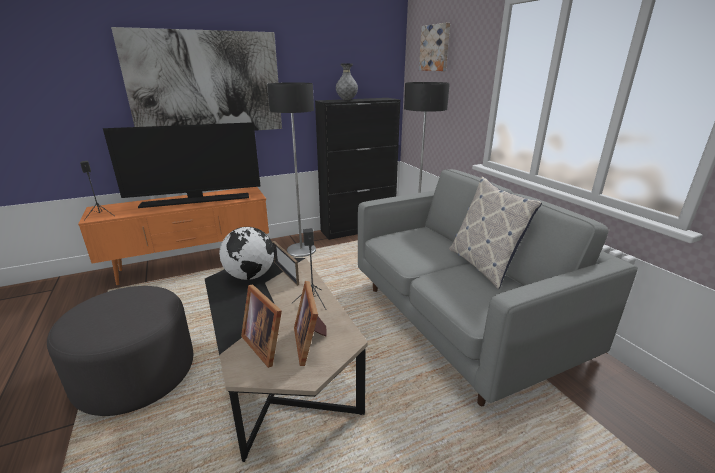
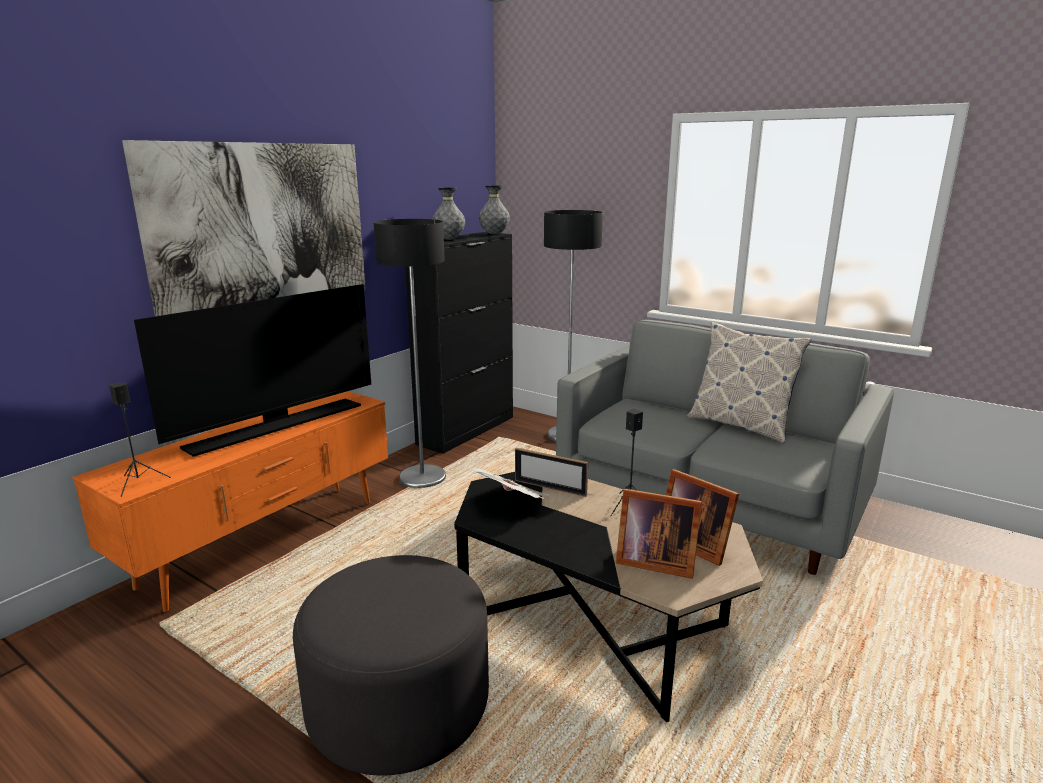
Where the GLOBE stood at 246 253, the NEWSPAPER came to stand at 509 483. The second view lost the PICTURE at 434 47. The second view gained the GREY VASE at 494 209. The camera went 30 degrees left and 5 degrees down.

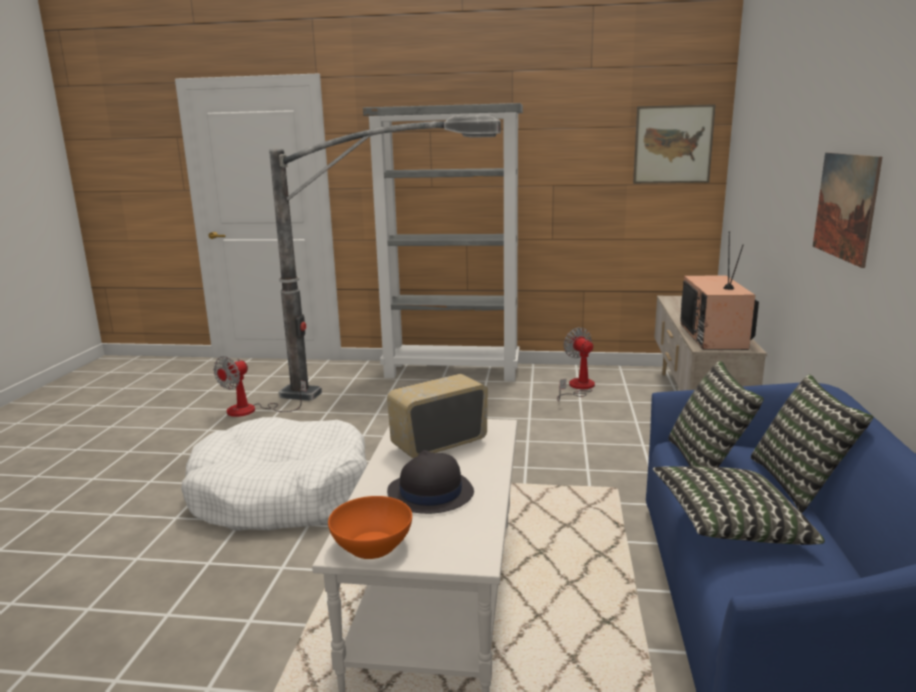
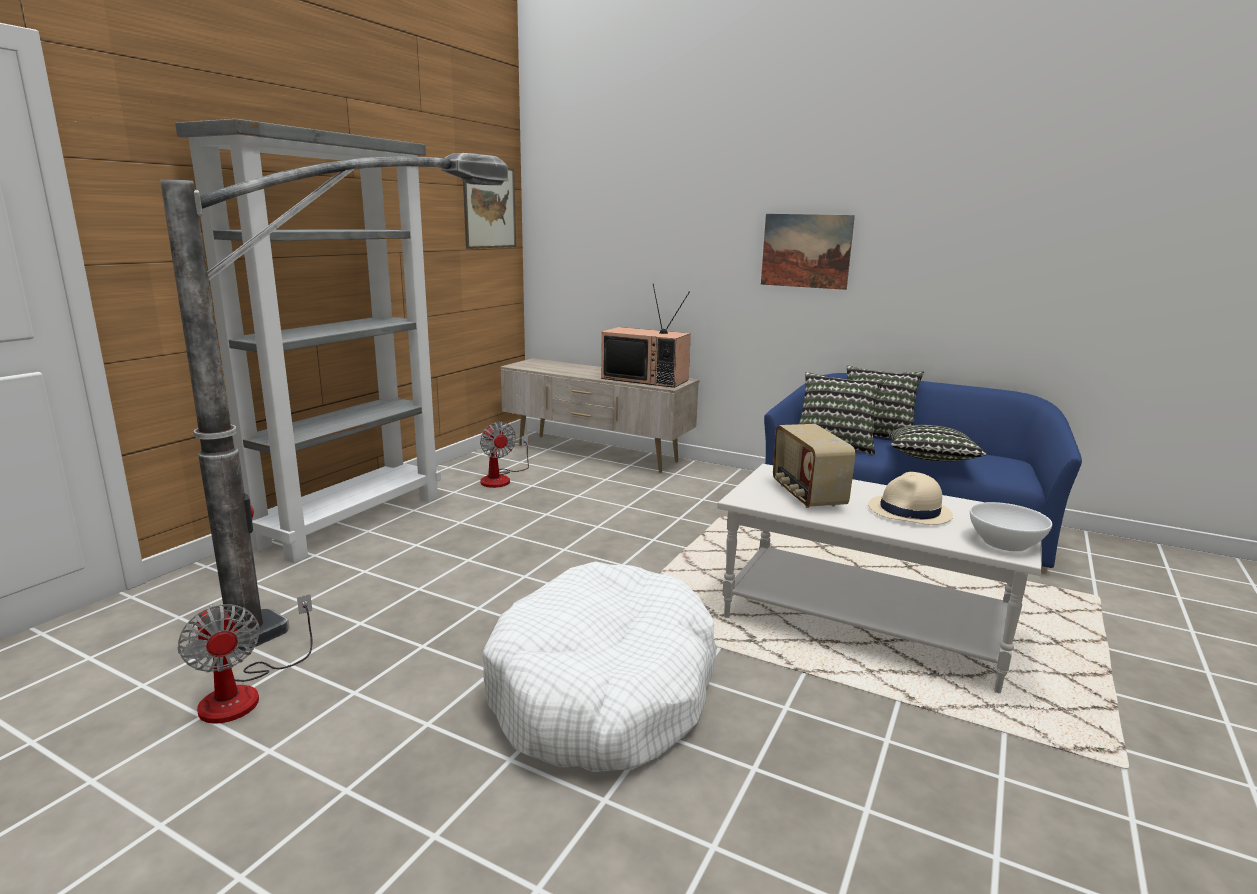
What was the ORANGE BOWL at 370 527 turned into the WHITE BOWL at 1011 526. What was the BLACK HAT at 430 482 turned into the BEIGE HAT at 910 498. The FAN at 576 364 ended up facing another way, 120 degrees counterclockwise from before. The camera went 70 degrees left and 0 degrees up.

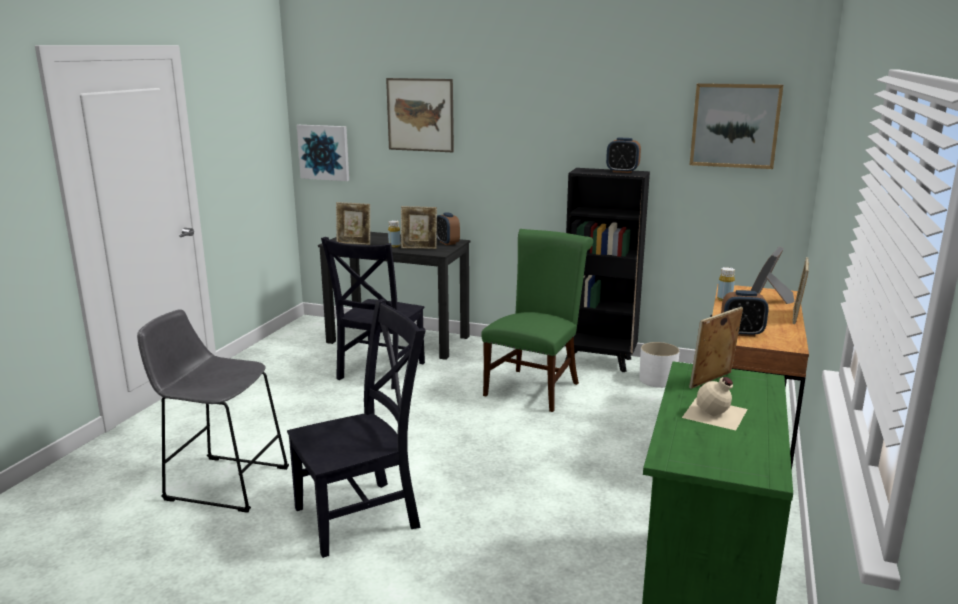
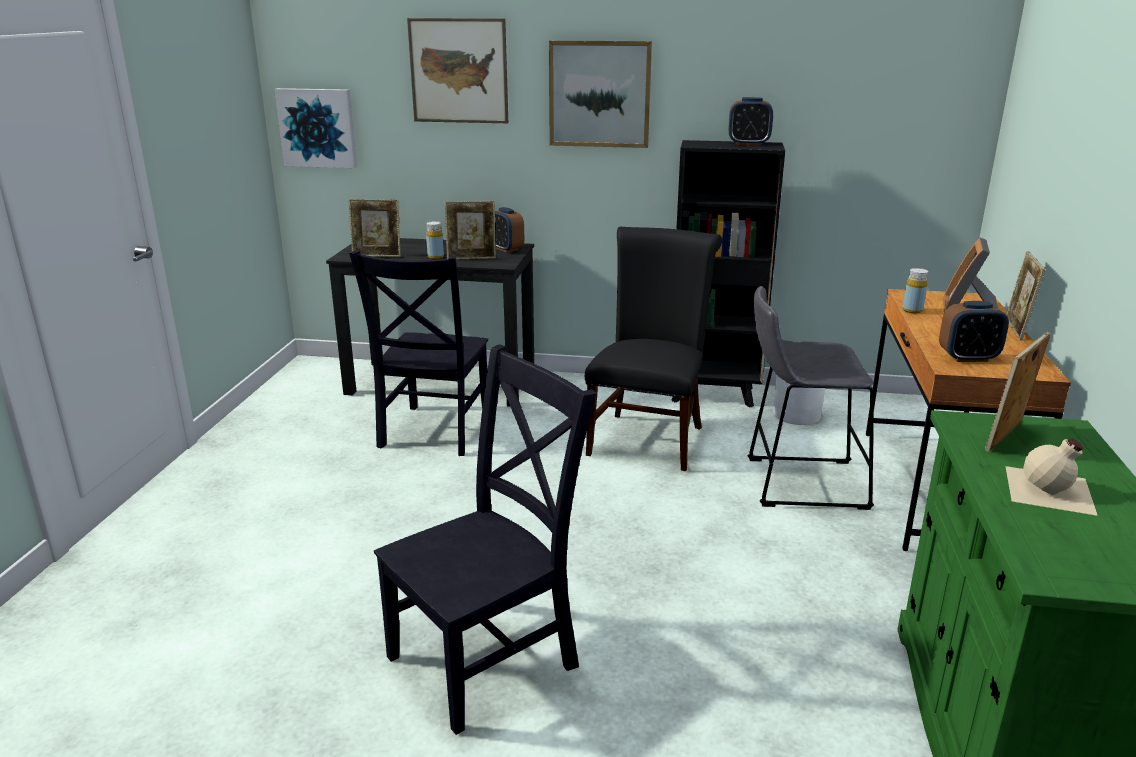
The GREY STOOL ended up elsewhere, having gone from 213 411 to 810 398. What was the GREEN CHAIR at 537 320 turned into the BLACK CHAIR at 653 349. The PICTURE ended up elsewhere, having gone from 736 126 to 600 94. The camera went 10 degrees left and 5 degrees up.

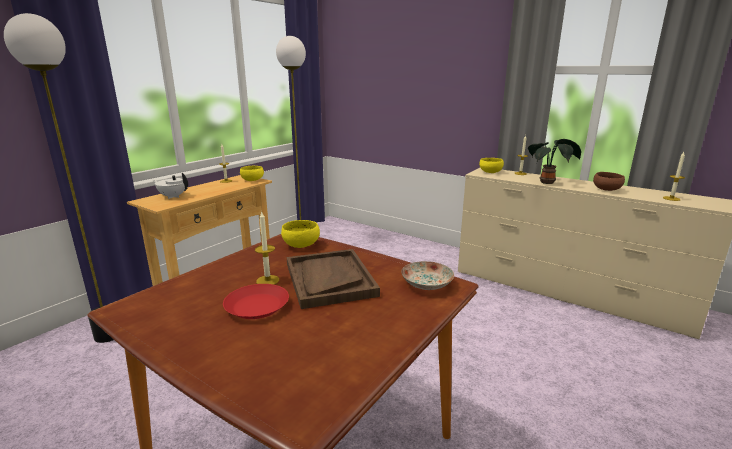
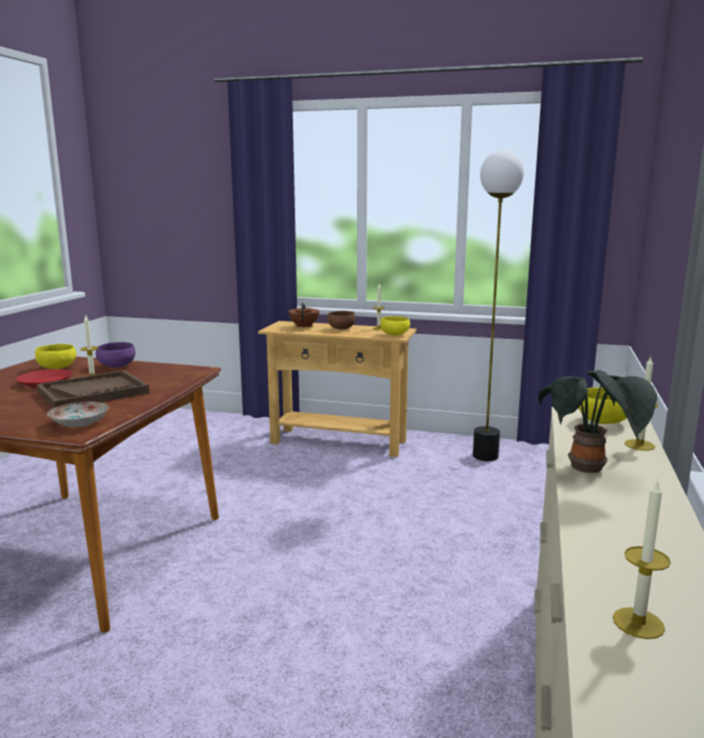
The second view lost the FLOOR LAMP at 59 178. What was the WHITE TEAPOT at 170 186 turned into the BROWN TEAPOT at 304 315. The YELLOW BOWL ended up elsewhere, having gone from 300 234 to 55 356. The BROWN BOWL ended up elsewhere, having gone from 609 181 to 341 320. The second view gained the PURPLE BOWL at 115 355. The camera went 70 degrees right and 5 degrees down.

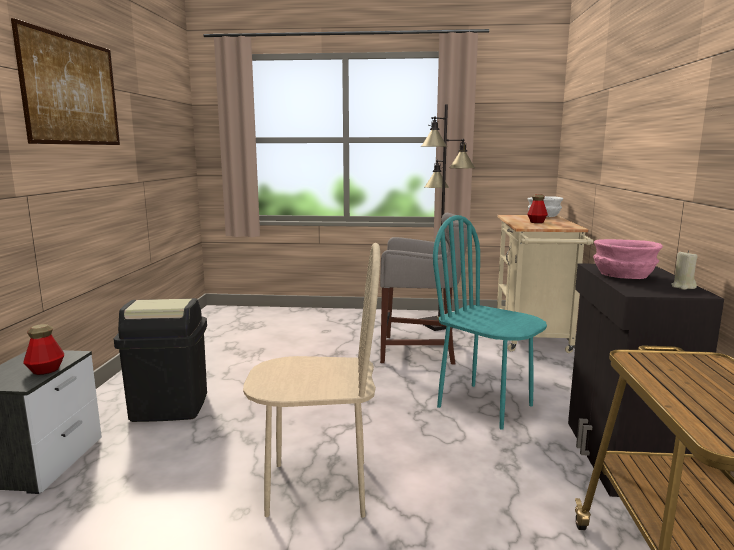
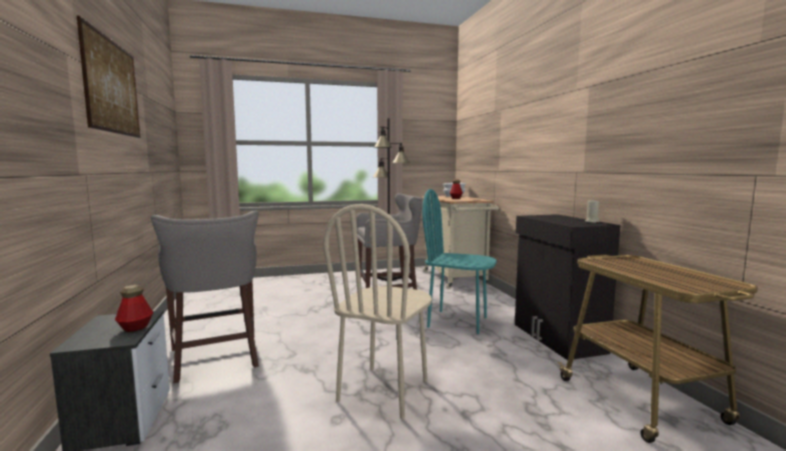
Where the BLACK TRASH CAN stood at 160 360, the GREY STOOL came to stand at 205 297. The BEIGE CHAIR at 311 380 ended up facing another way, 135 degrees clockwise from before. The second view lost the PINK BOWL at 628 259. The camera went 20 degrees left and 5 degrees down.

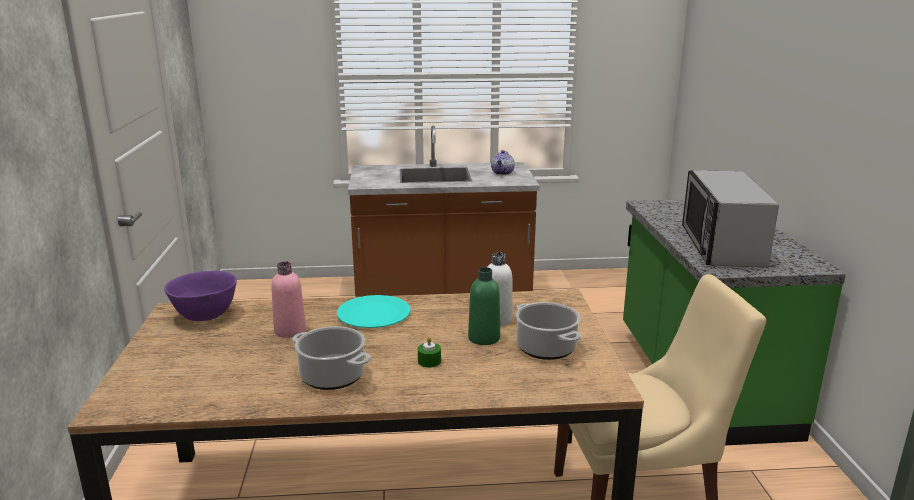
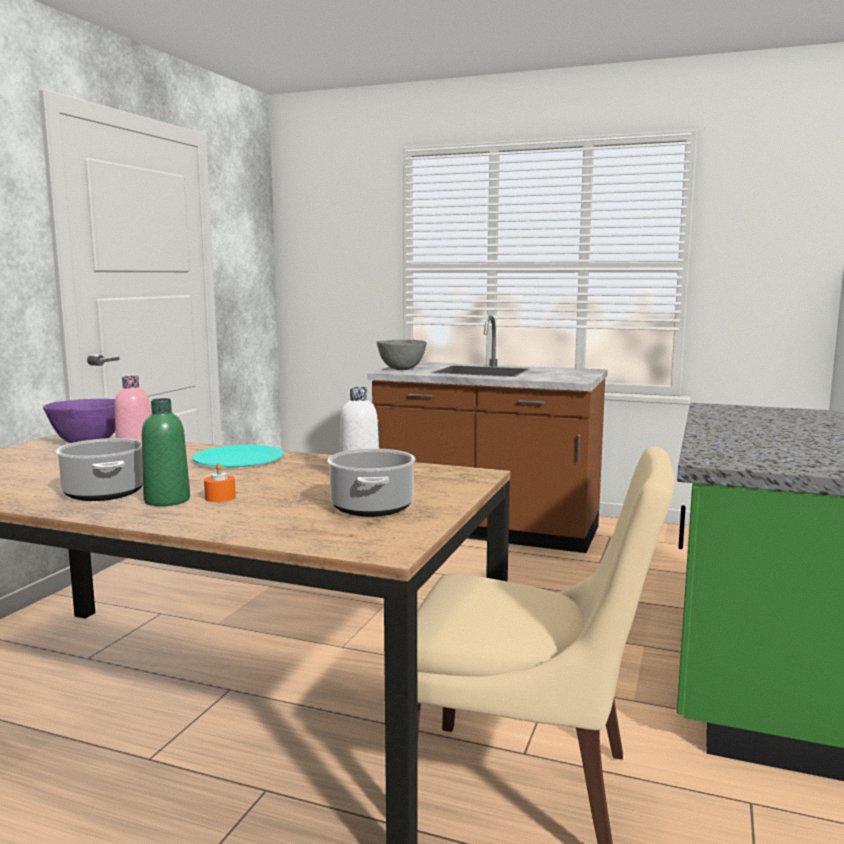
What was the GREEN CANDLE at 429 352 turned into the ORANGE CANDLE at 220 482. The GREEN BOTTLE ended up elsewhere, having gone from 484 306 to 166 452. The second view lost the TEAPOT at 503 162. The second view lost the MICROWAVE at 730 219. The second view gained the GREY BOWL at 401 355. The camera went 25 degrees right and 10 degrees down.

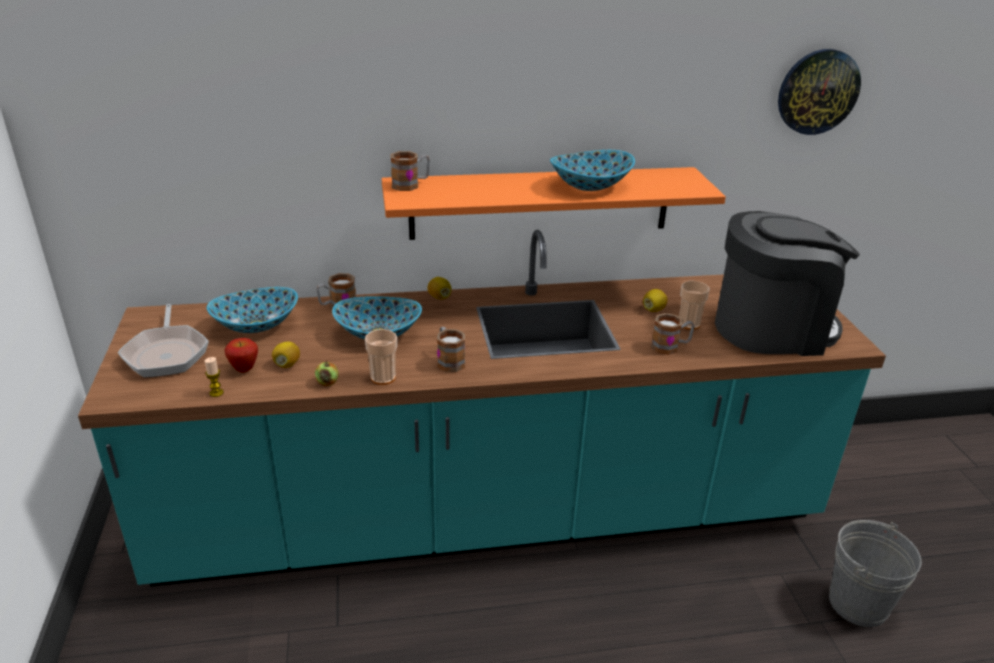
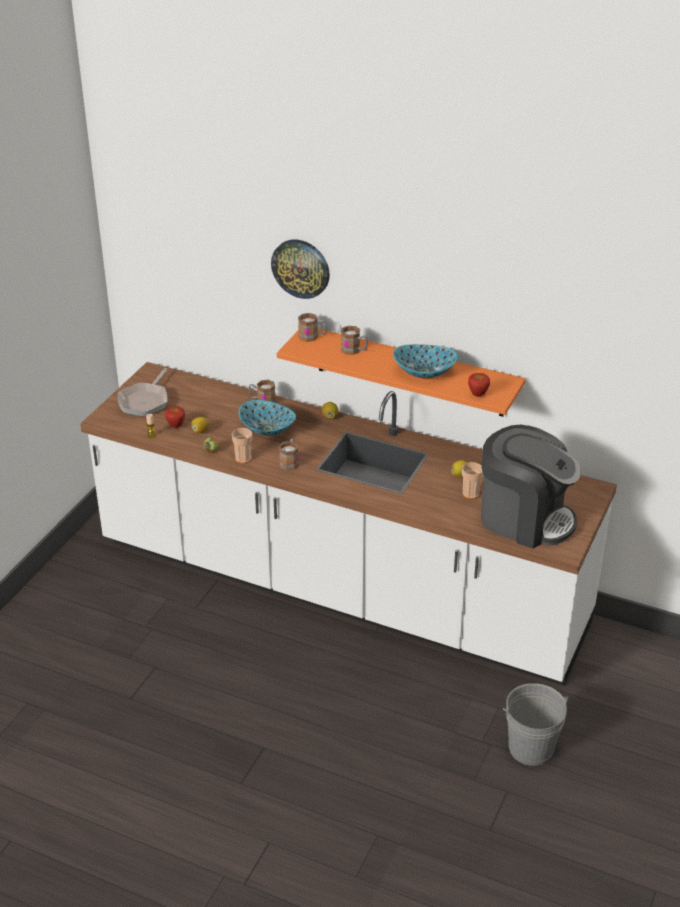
What was the TURQUOISE COUNTER at 482 408 turned into the WHITE COUNTER at 348 523. The second view lost the BOWL at 252 310. The MUG ended up elsewhere, having gone from 672 334 to 354 340. The WALL CLOCK ended up elsewhere, having gone from 819 92 to 300 269. The second view gained the APPLE at 479 385. The camera went 35 degrees right and 5 degrees up.

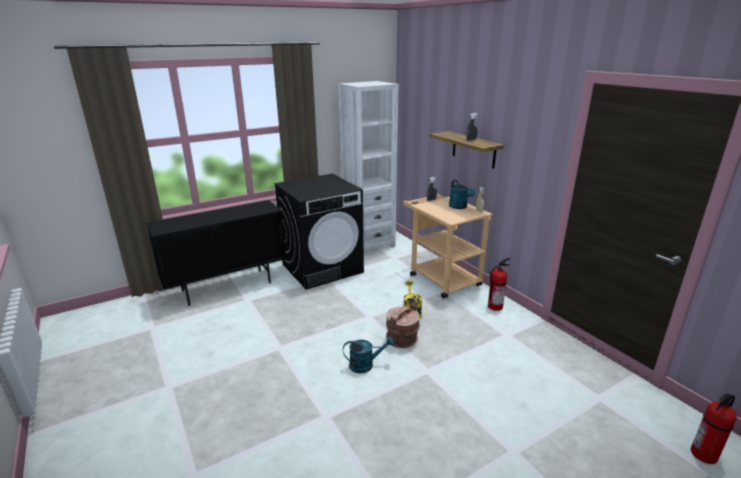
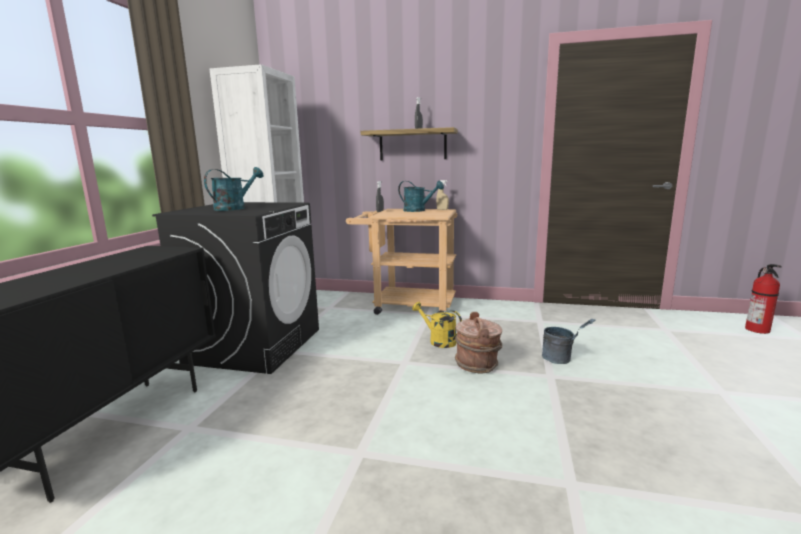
The TURQUOISE WATERING CAN ended up elsewhere, having gone from 368 354 to 234 189. The second view lost the FIRE EXTINGUISHER at 499 284. The second view gained the GREY BUCKET at 569 341. The camera went 45 degrees left and 10 degrees down.

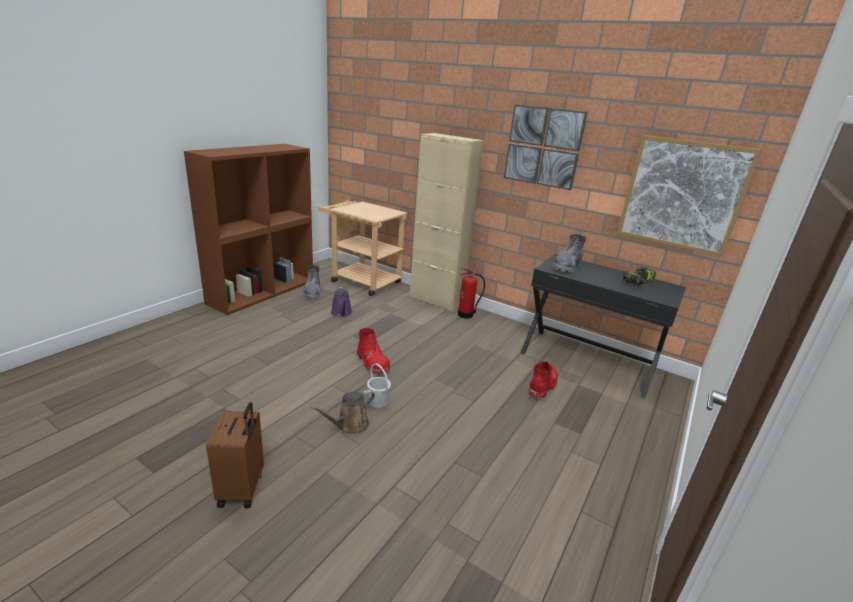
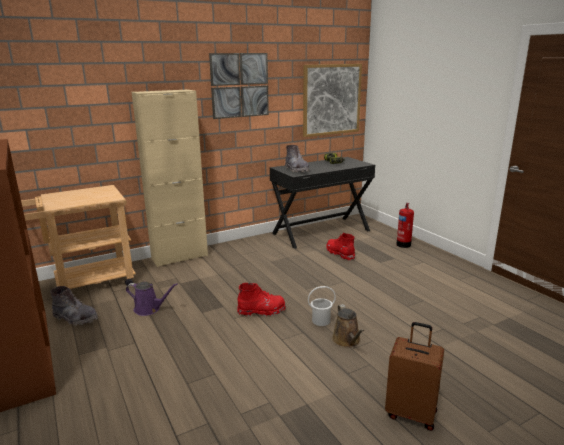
The FIRE EXTINGUISHER ended up elsewhere, having gone from 471 293 to 405 225. The camera went 60 degrees left and 5 degrees down.

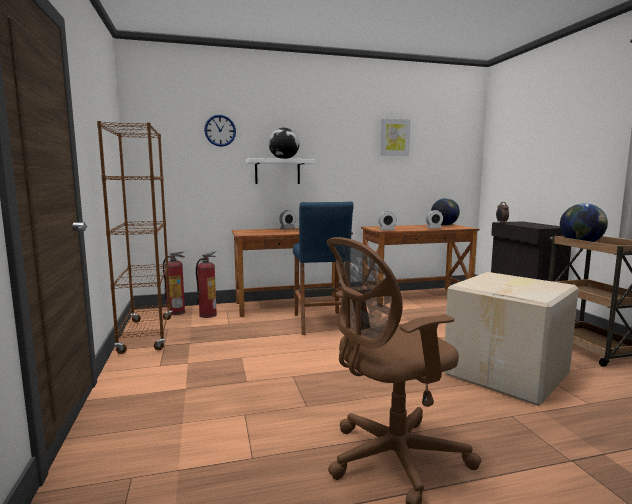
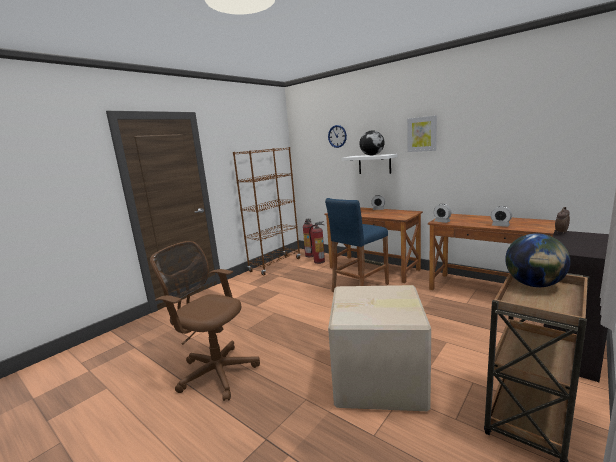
The PICTURE ended up elsewhere, having gone from 395 137 to 422 133. The second view lost the GLOBE at 445 212. The camera went 55 degrees right and 5 degrees up.

